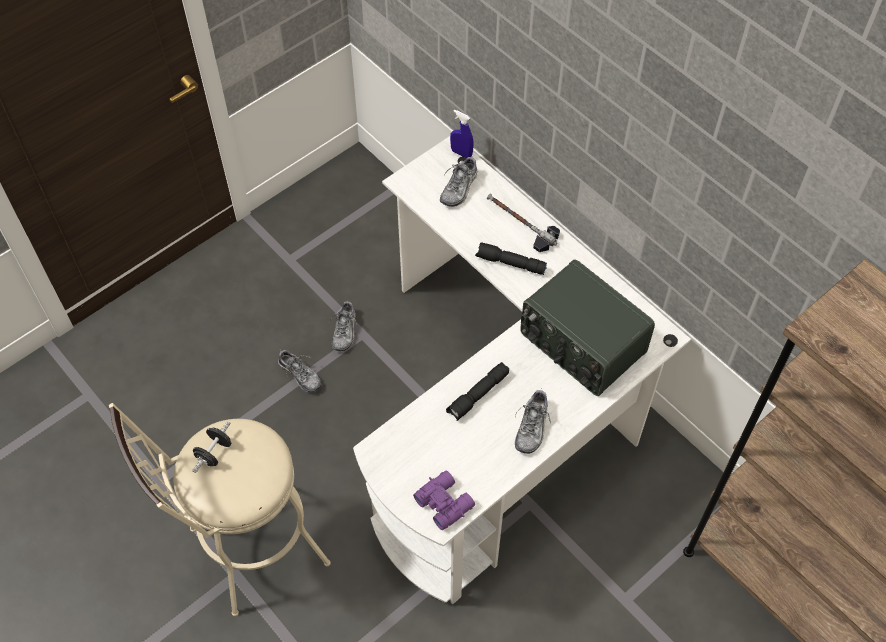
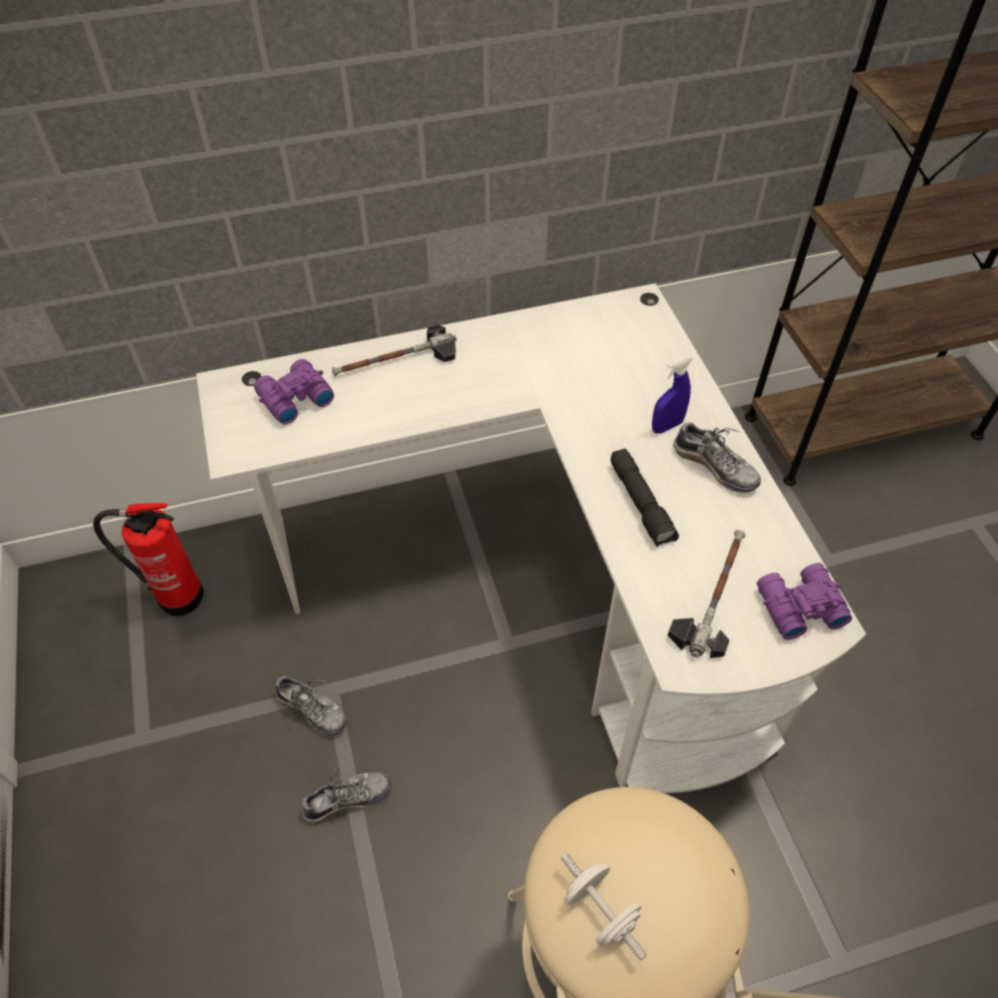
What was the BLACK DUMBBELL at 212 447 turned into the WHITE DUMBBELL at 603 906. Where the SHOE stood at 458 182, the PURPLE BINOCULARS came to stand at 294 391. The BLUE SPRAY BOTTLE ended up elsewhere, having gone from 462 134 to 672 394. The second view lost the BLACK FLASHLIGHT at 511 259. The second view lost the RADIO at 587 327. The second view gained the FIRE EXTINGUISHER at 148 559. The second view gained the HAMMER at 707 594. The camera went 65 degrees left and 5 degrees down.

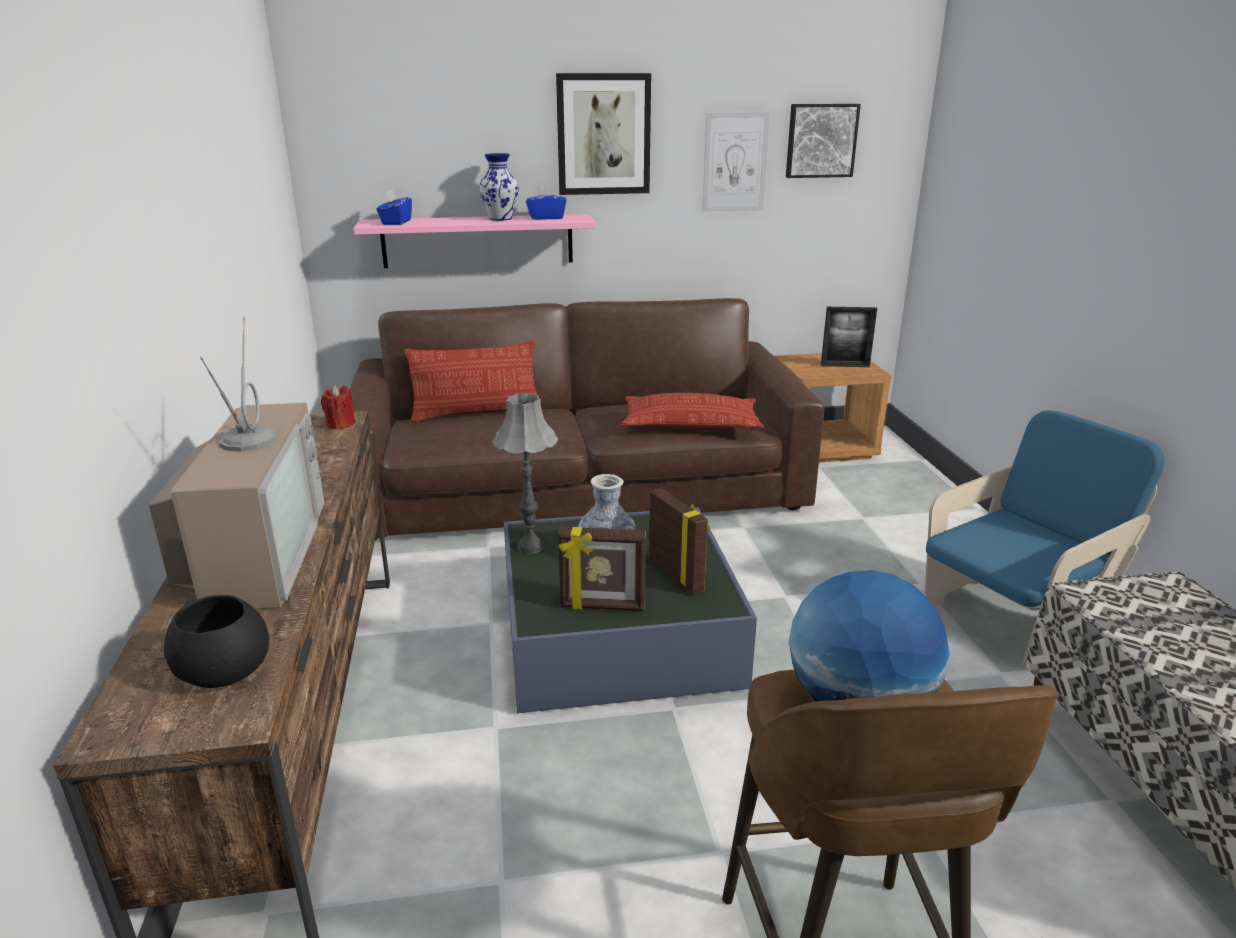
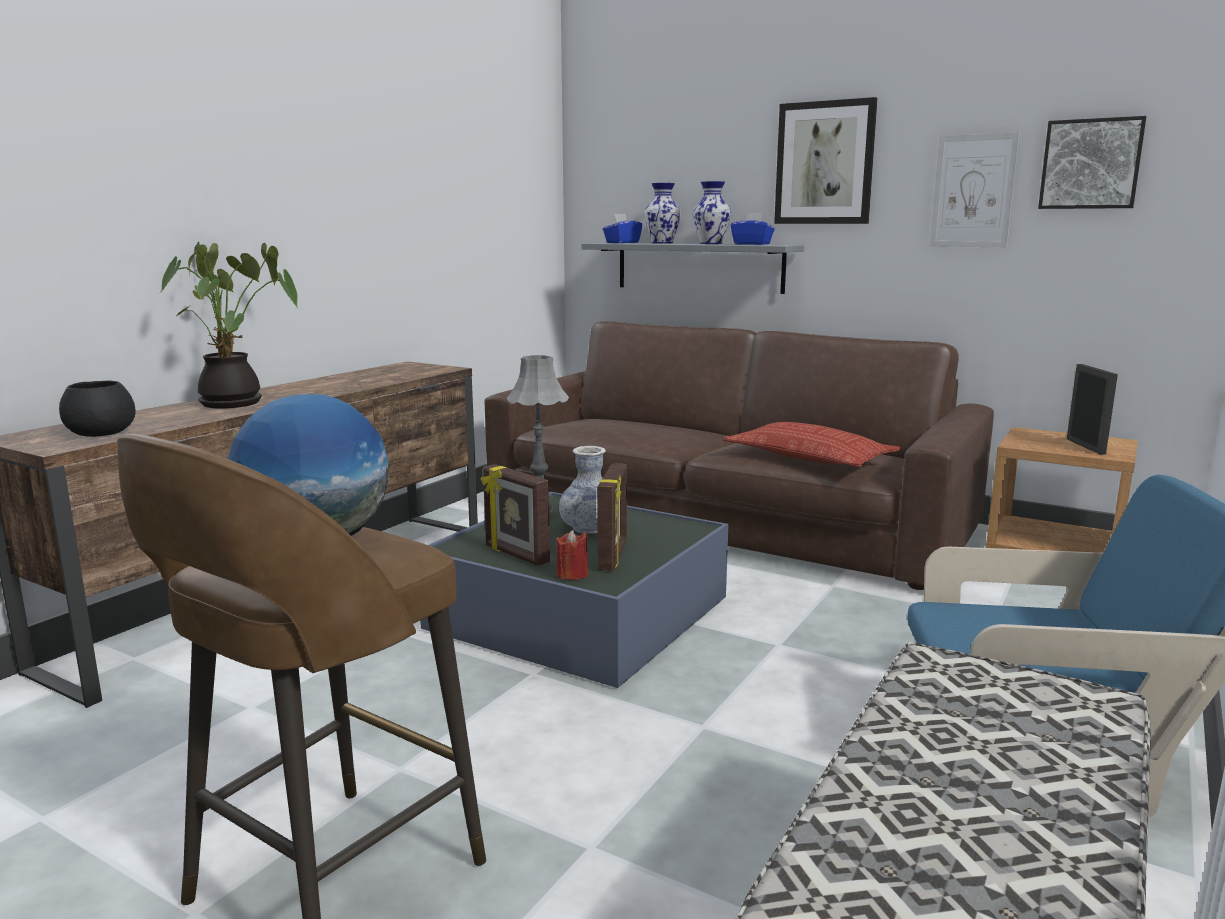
Where the TELEVISION stood at 236 463, the POTTED PLANT came to stand at 229 325. The RED CANDLE ended up elsewhere, having gone from 338 407 to 572 555. What was the PINK SHELF at 474 241 turned into the GREY SHELF at 693 268. The second view lost the PILLOW at 473 381. The PICTURE FRAME at 849 337 ended up facing another way, 135 degrees counterclockwise from before. The second view gained the VASE at 663 213. The camera went 40 degrees right and 10 degrees down.

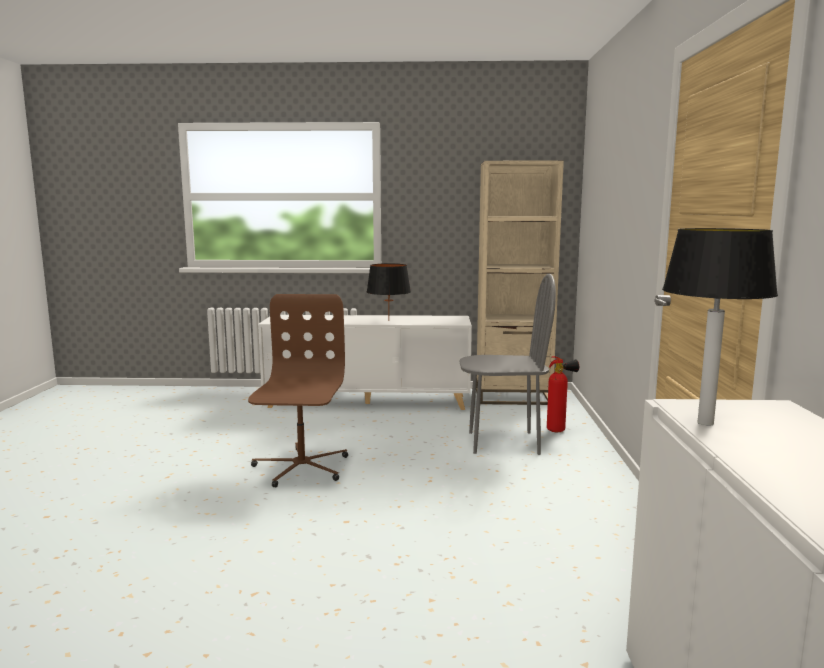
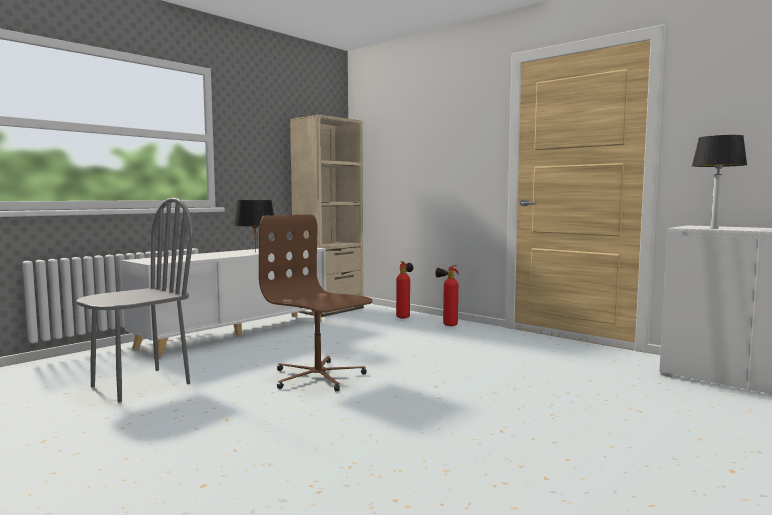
The GREY CHAIR ended up elsewhere, having gone from 508 364 to 134 299. The second view gained the FIRE EXTINGUISHER at 447 295. The camera went 50 degrees left and 5 degrees down.

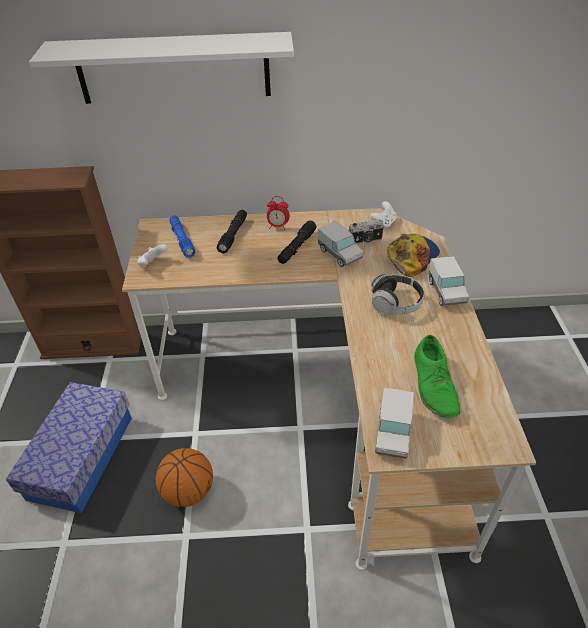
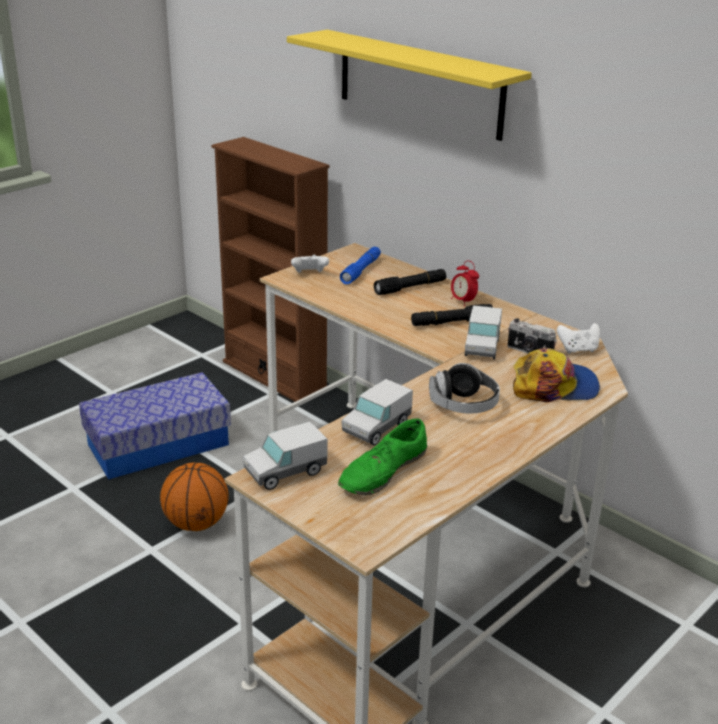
What was the WHITE SHELF at 161 68 turned into the YELLOW SHELF at 409 85. The TOY TRUCK ended up elsewhere, having gone from 448 281 to 377 412. The camera went 45 degrees right and 15 degrees down.

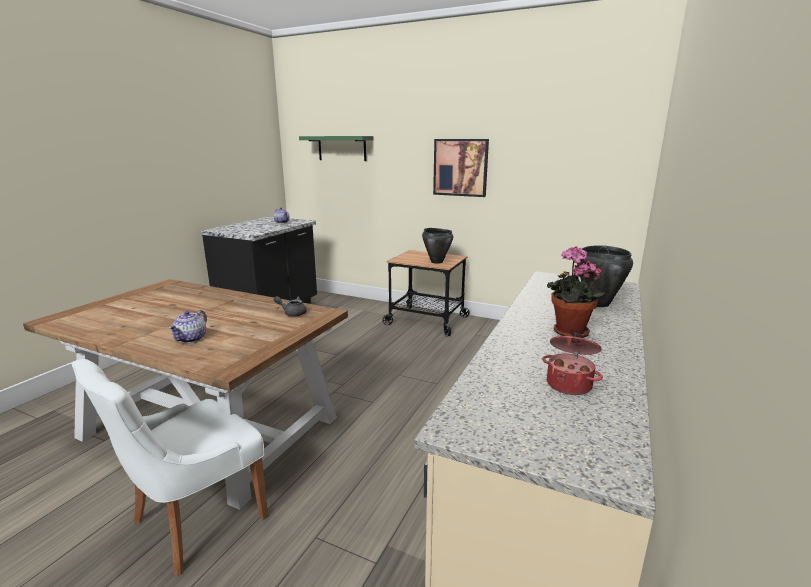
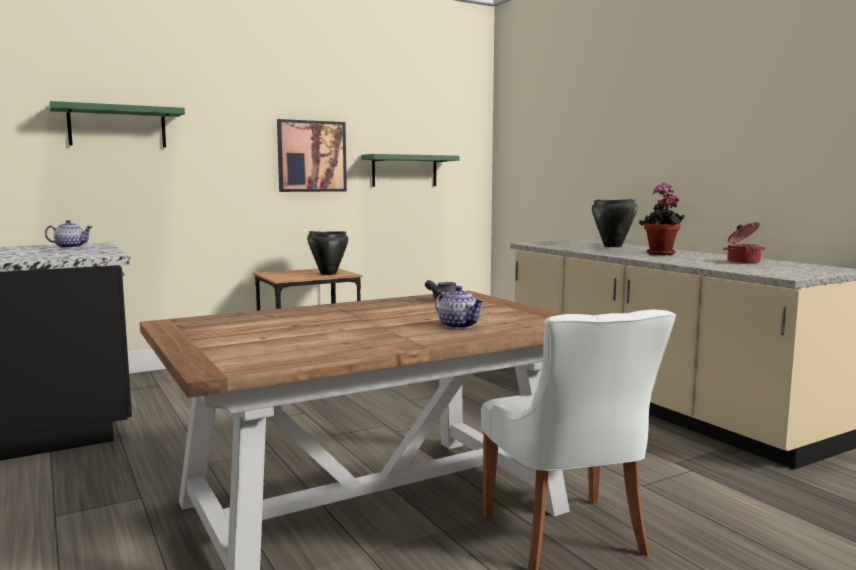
The second view gained the GREEN SHELF at 410 170. The camera went 55 degrees left and 10 degrees down.

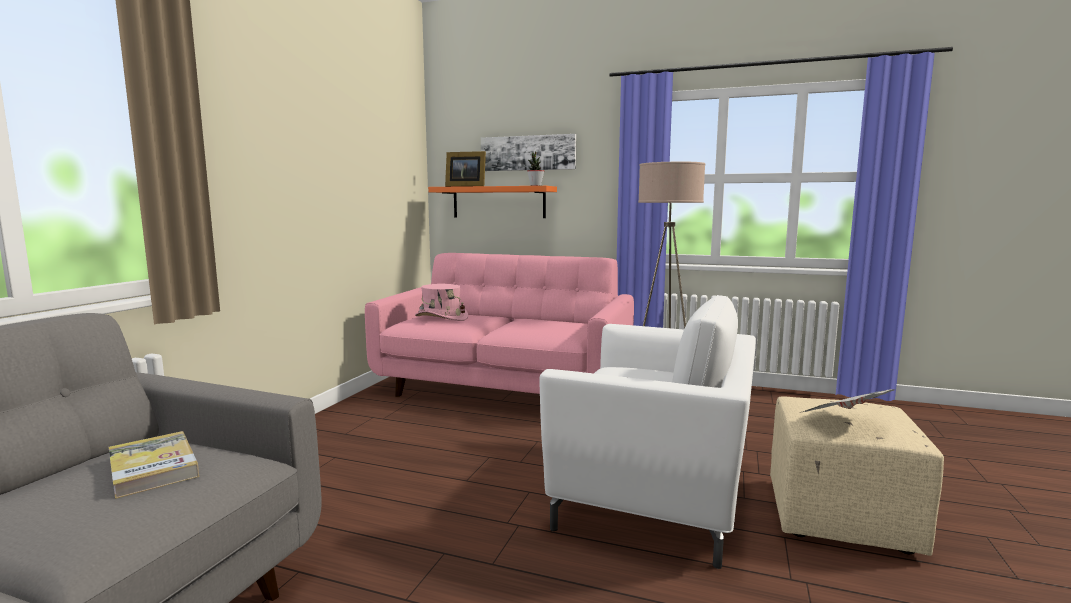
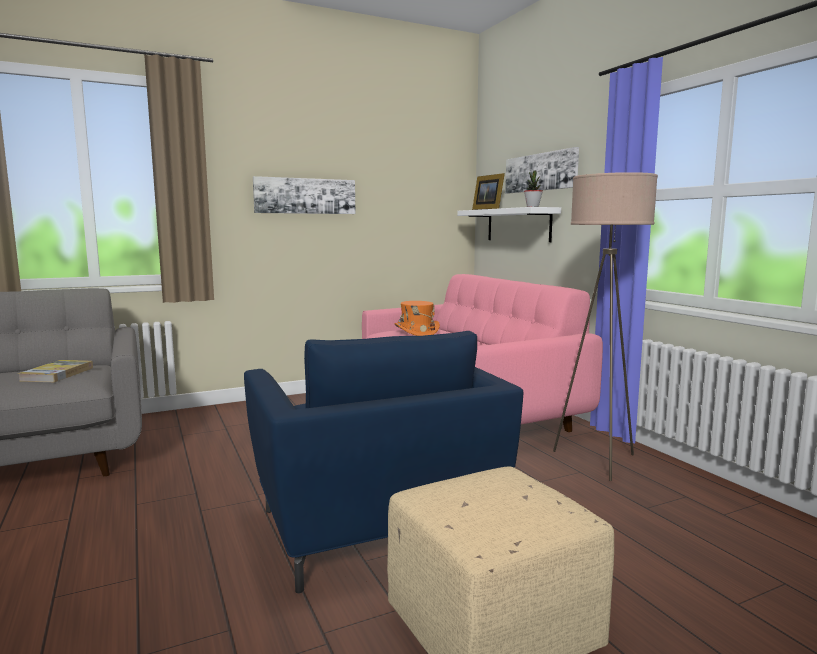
What was the PINK HAT at 441 302 turned into the ORANGE HAT at 417 318. What was the ORANGE SHELF at 492 202 turned into the WHITE SHELF at 509 224. What was the WHITE ARMCHAIR at 647 432 turned into the BLUE ARMCHAIR at 383 462. The second view lost the NEWSPAPER at 848 400. The second view gained the PICTURE at 304 195. The camera went 45 degrees right and 0 degrees up.

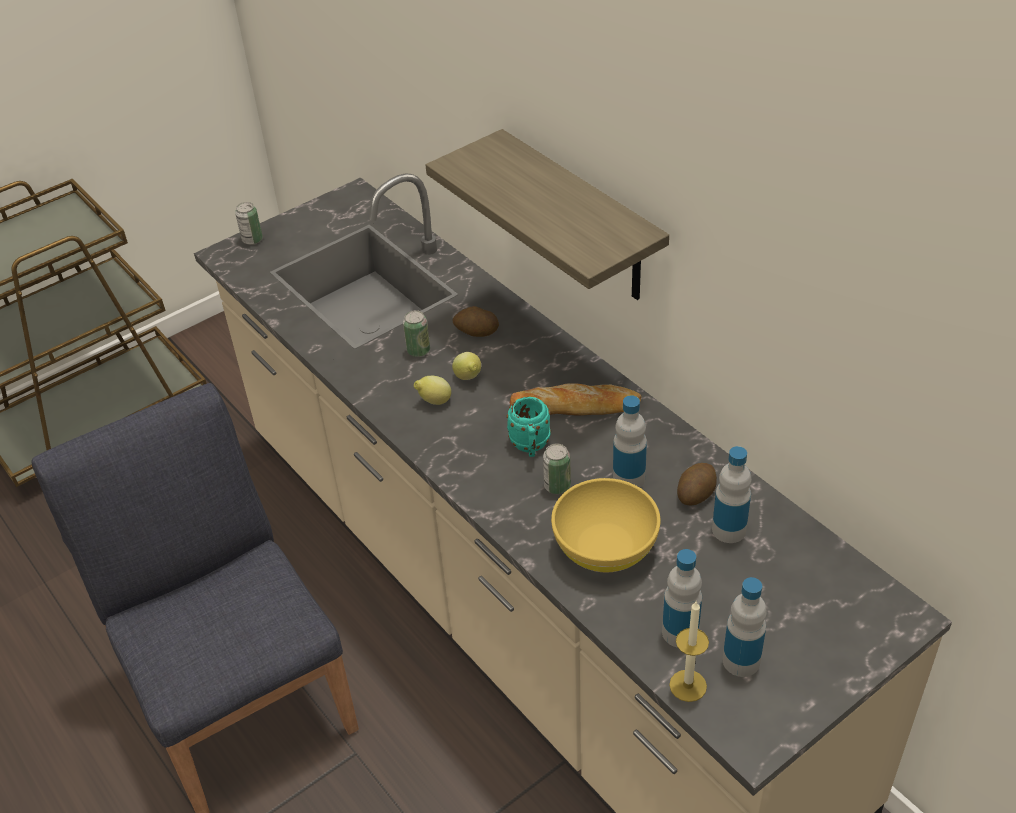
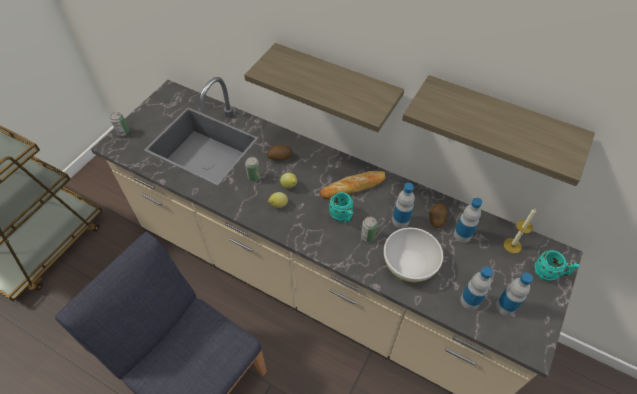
What was the YELLOW BOWL at 606 525 turned into the WHITE BOWL at 413 255. The CANDLE ended up elsewhere, having gone from 689 651 to 520 230. The second view gained the SHELF at 498 130. The second view gained the TURQUOISE MUG at 556 265. The camera went 25 degrees left and 10 degrees up.

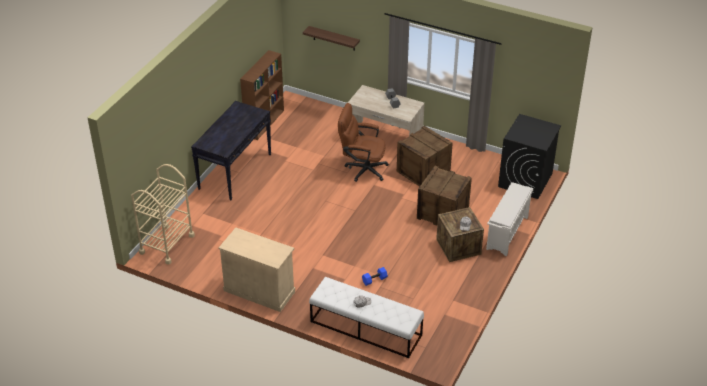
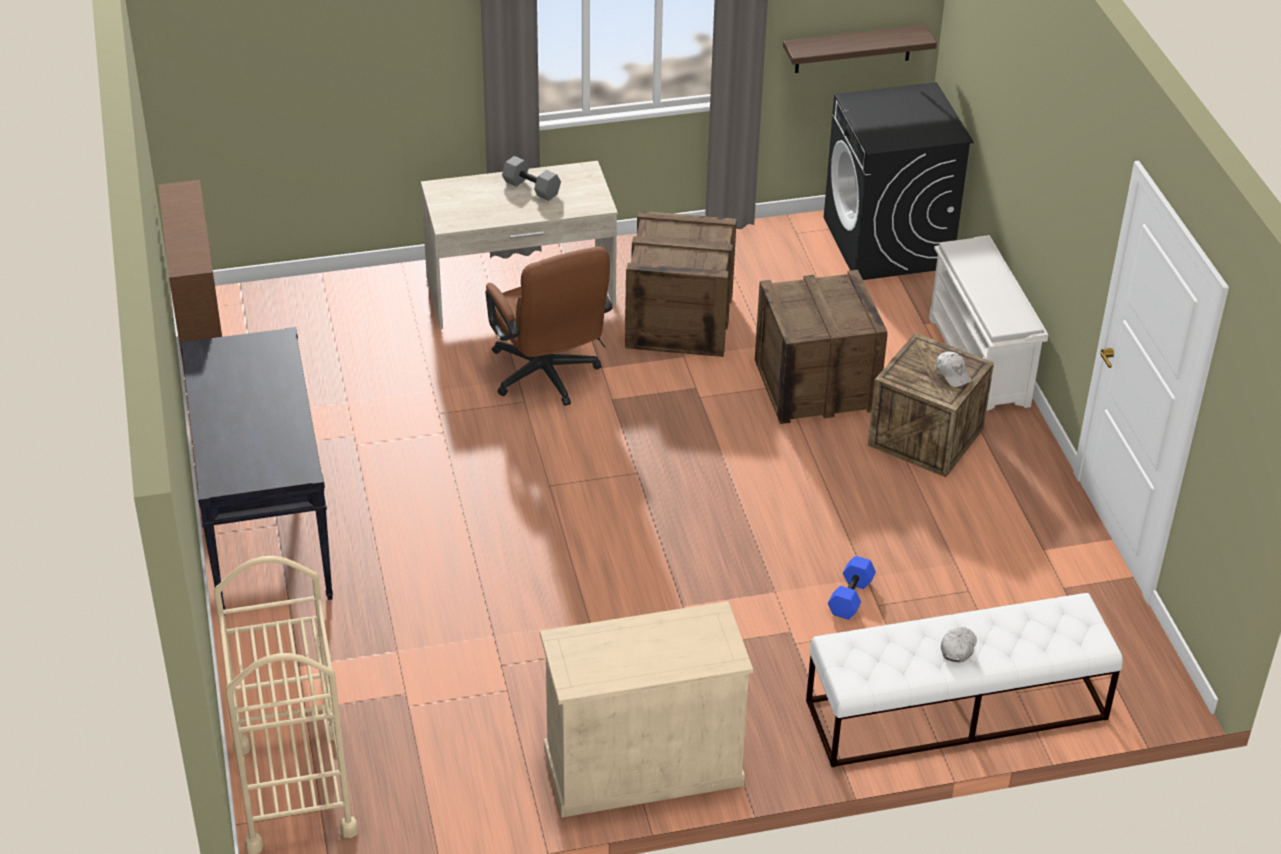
The SHELF ended up elsewhere, having gone from 331 38 to 860 49. The BROWN OFFICE CHAIR at 363 142 ended up facing another way, 90 degrees counterclockwise from before. The camera went 40 degrees left and 0 degrees up.

